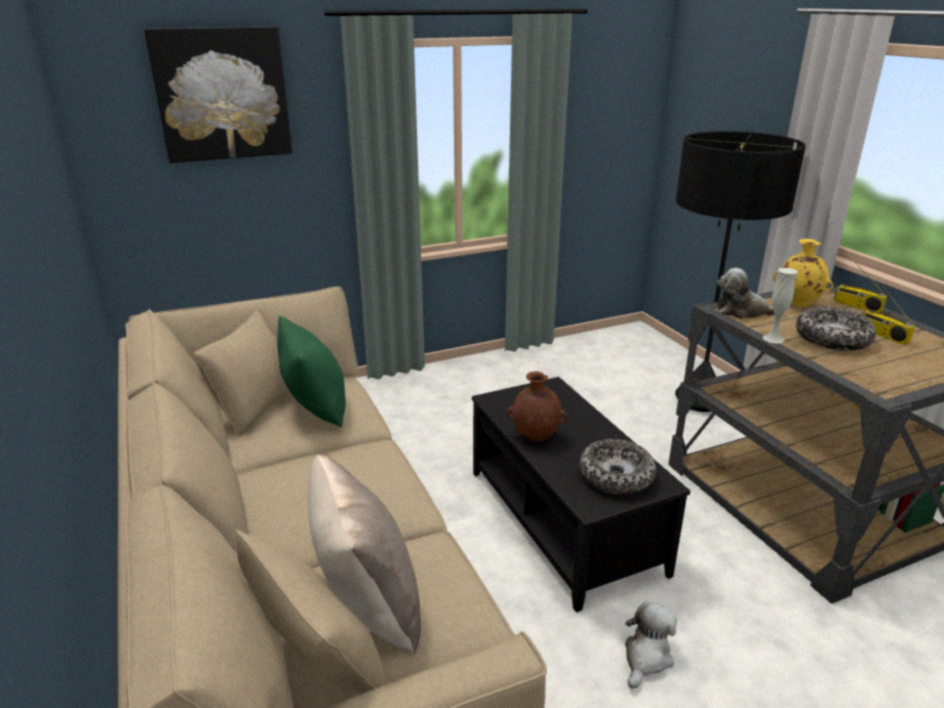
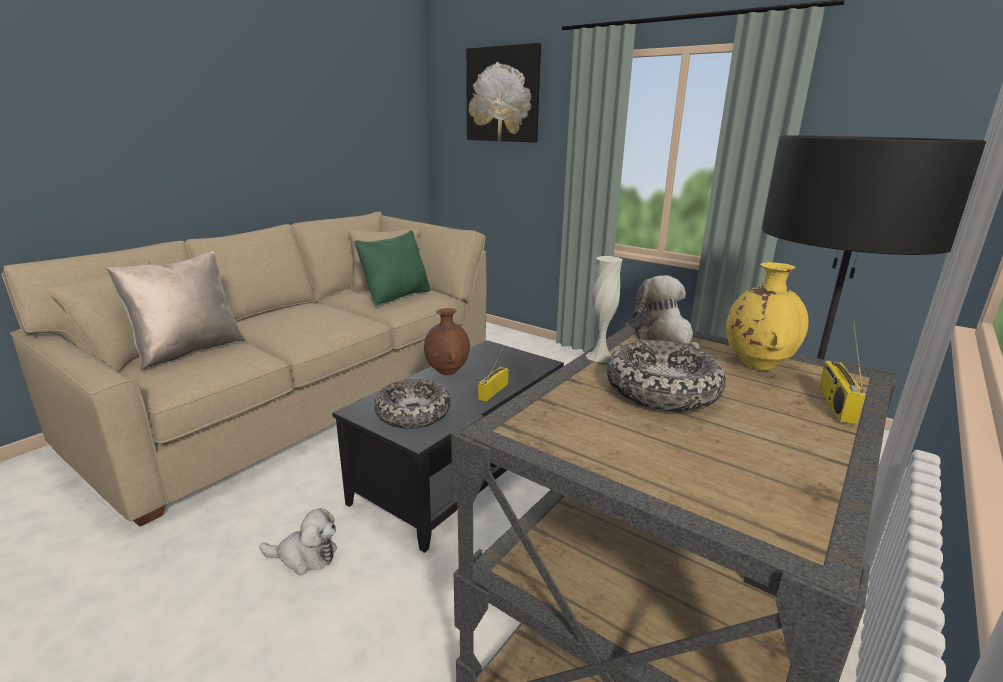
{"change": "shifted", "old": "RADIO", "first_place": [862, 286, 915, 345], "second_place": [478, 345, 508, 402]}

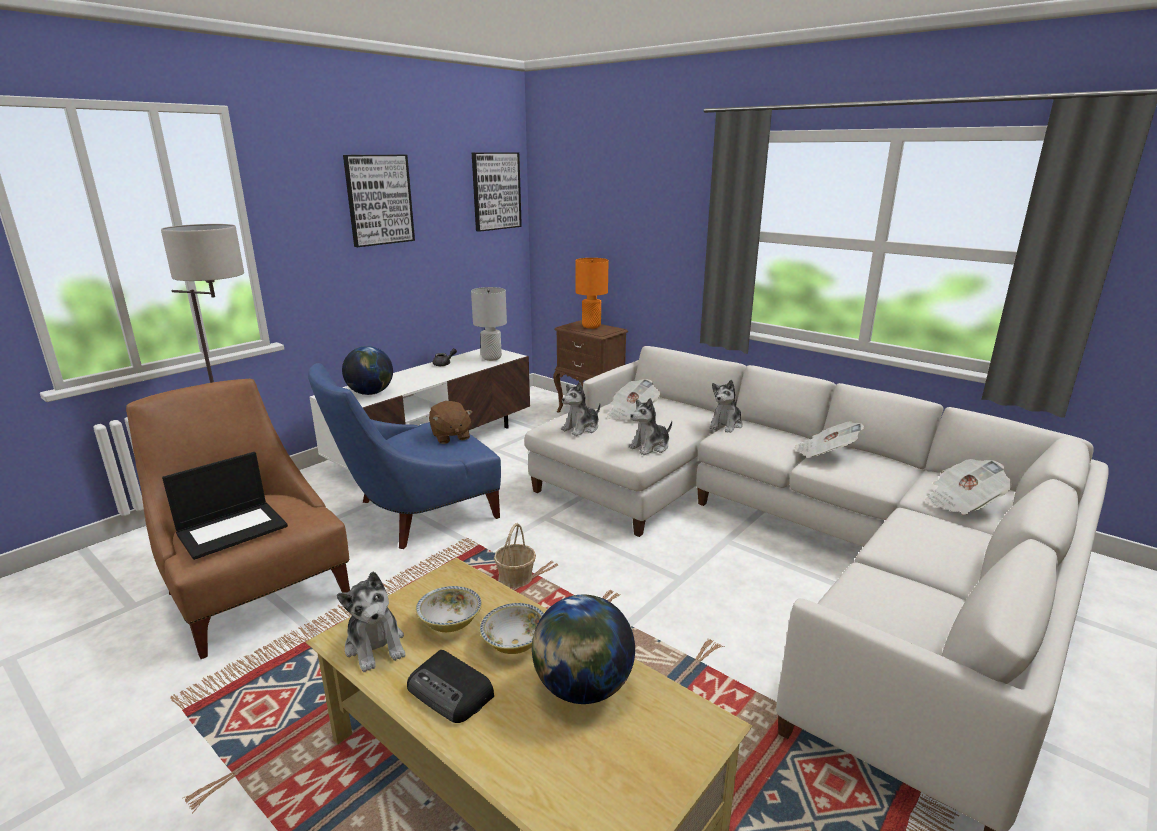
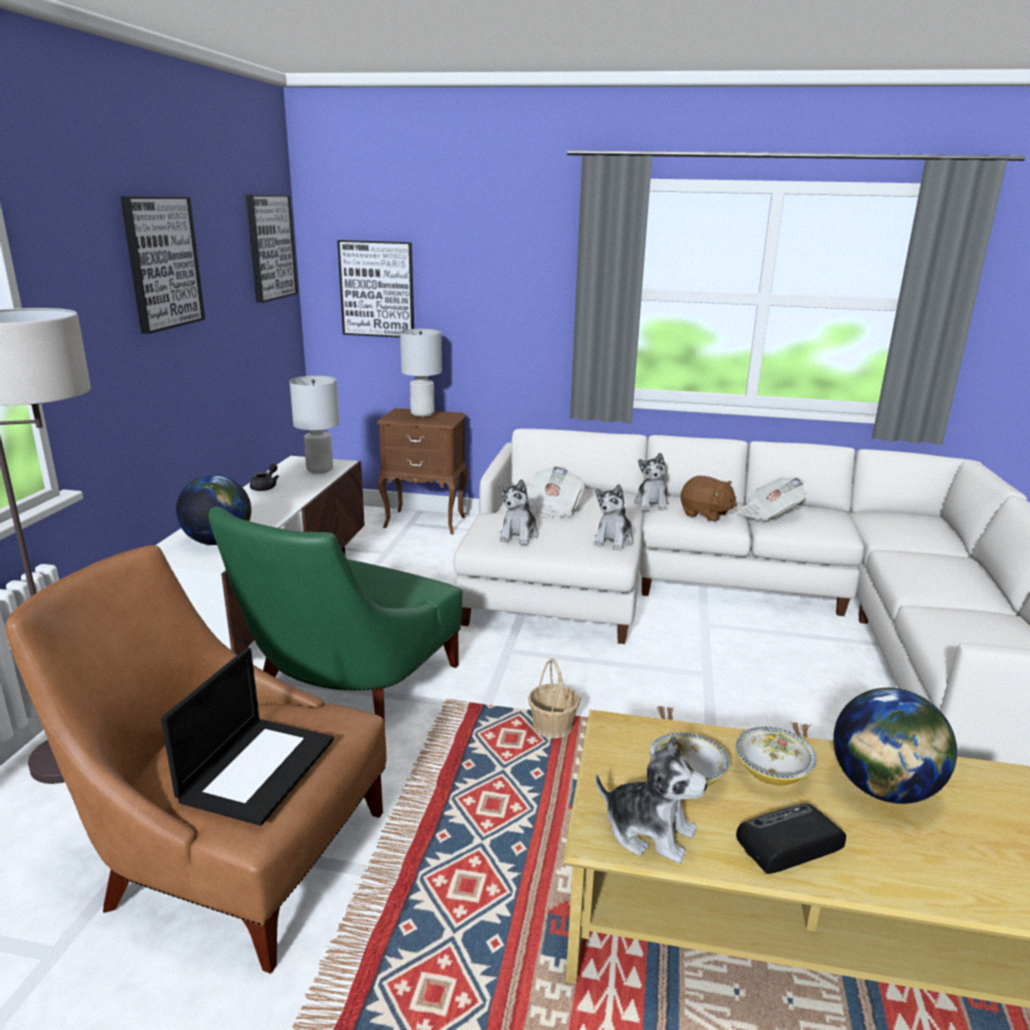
{"change": "repainted", "old": "BLUE ARMCHAIR", "new": "GREEN ARMCHAIR", "first_place": [308, 363, 501, 549], "second_place": [208, 506, 462, 724]}
{"change": "new", "new": "PICTURE", "second_place": [337, 240, 414, 338]}
{"change": "repainted", "old": "ORANGE TABLE LAMP", "new": "GREY TABLE LAMP", "first_place": [576, 258, 609, 329], "second_place": [400, 329, 442, 417]}
{"change": "shifted", "old": "BROWN PLUSH TOY", "first_place": [429, 401, 472, 444], "second_place": [680, 476, 737, 522]}
{"change": "rotated", "old": "RADIO", "first_place": [407, 650, 494, 723], "second_place": [736, 803, 846, 874], "degrees": 150}
{"change": "gone", "old": "NEWSPAPER", "first_place": [925, 459, 1012, 515]}

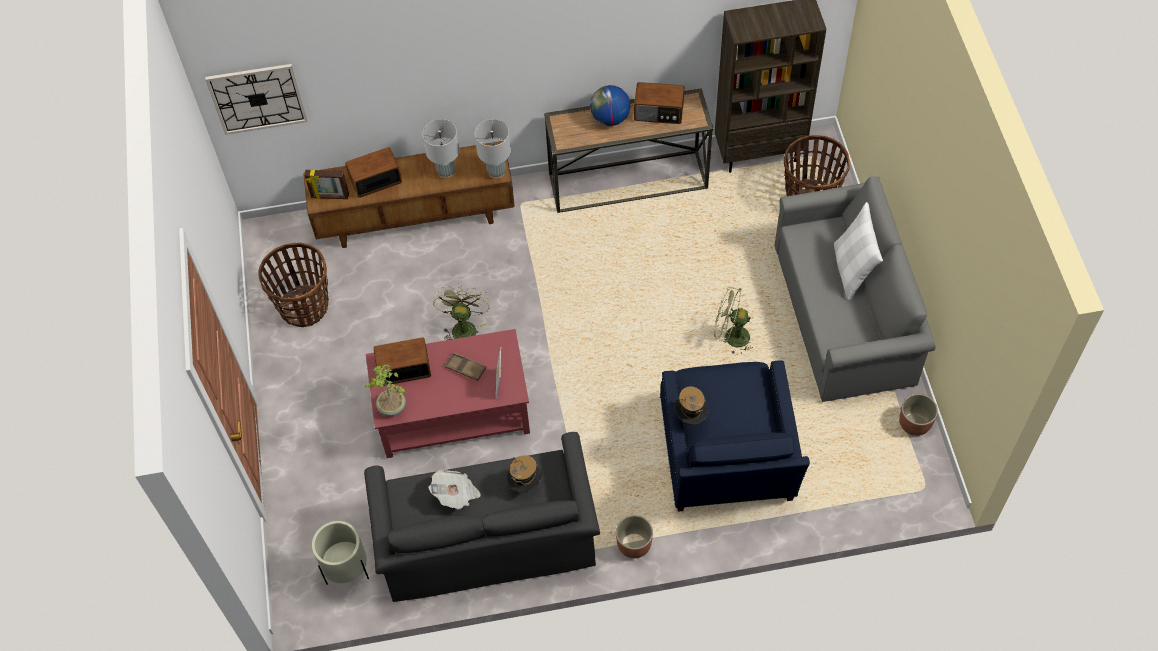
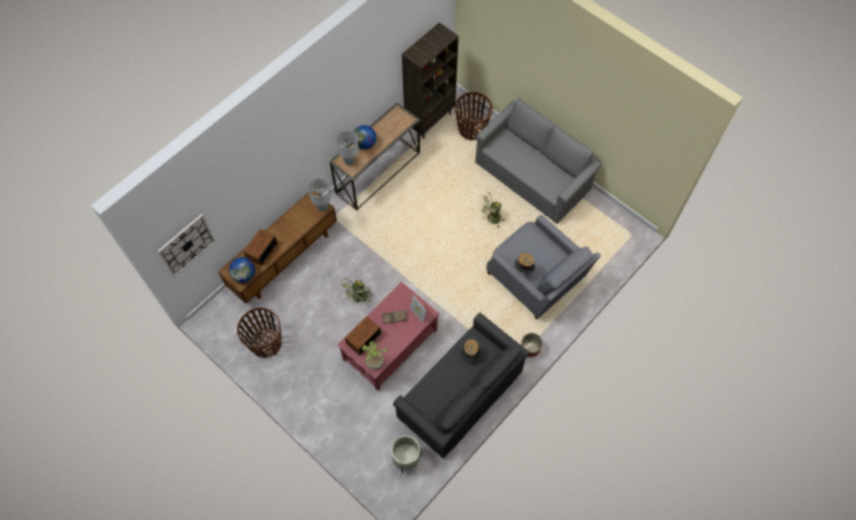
{"change": "swapped", "old": "PICTURE FRAME", "new": "GLOBE", "first_place": [304, 170, 349, 199], "second_place": [229, 257, 255, 283]}
{"change": "shifted", "old": "GREY TABLE LAMP", "first_place": [422, 119, 460, 179], "second_place": [336, 131, 359, 166]}
{"change": "rotated", "old": "GREEN FAN", "first_place": [433, 285, 489, 340], "second_place": [339, 278, 372, 306], "degrees": -120}
{"change": "repainted", "old": "BLUE ARMCHAIR", "new": "GREY ARMCHAIR", "first_place": [660, 360, 810, 512], "second_place": [486, 215, 601, 320]}
{"change": "gone", "old": "NEWSPAPER", "first_place": [428, 470, 481, 509]}
{"change": "gone", "old": "RADIO", "first_place": [634, 82, 684, 124]}
{"change": "gone", "old": "WHITE PILLOW", "first_place": [834, 202, 883, 300]}
{"change": "gone", "old": "PLANTER", "first_place": [899, 394, 938, 436]}

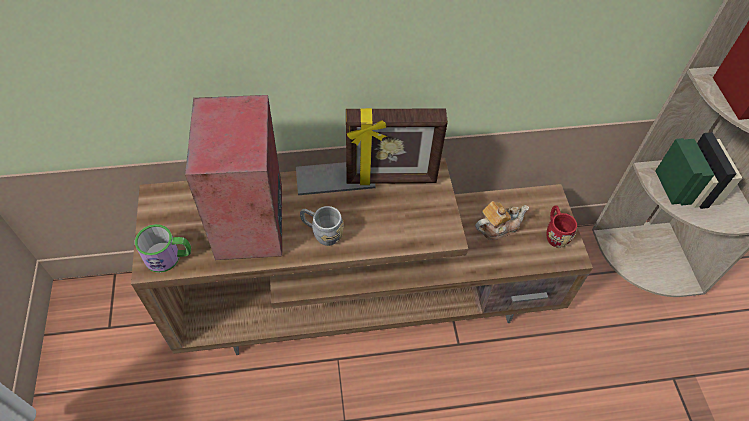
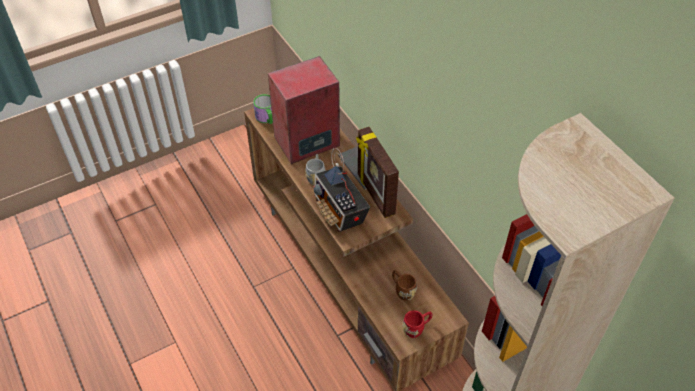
{"change": "new", "new": "RADIO", "second_place": [313, 148, 370, 232]}
{"change": "swapped", "old": "TEAPOT", "new": "BROWN MUG", "first_place": [475, 201, 529, 240], "second_place": [392, 270, 417, 301]}

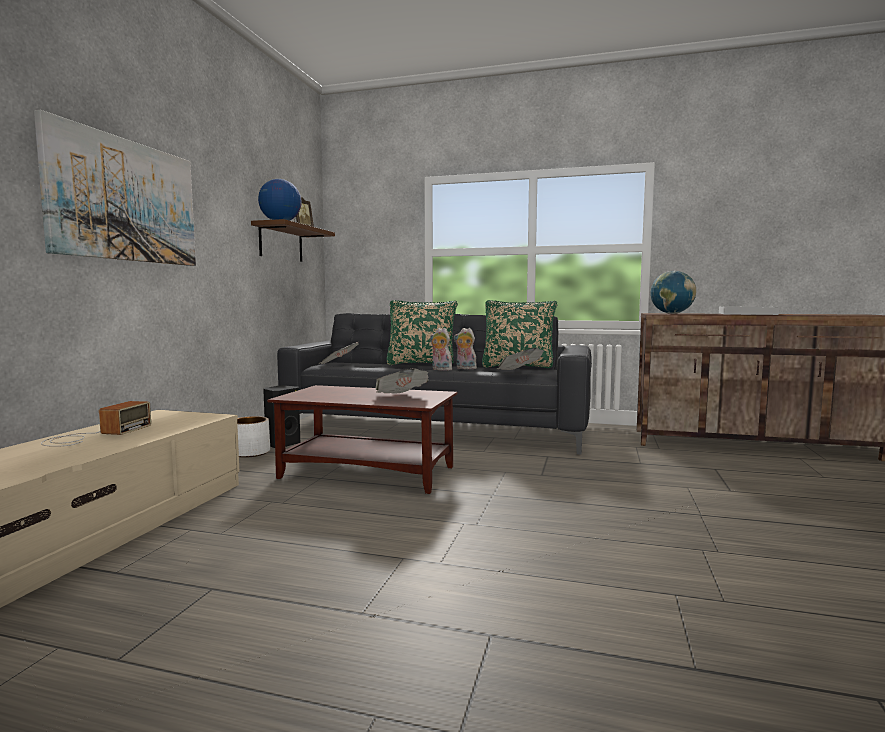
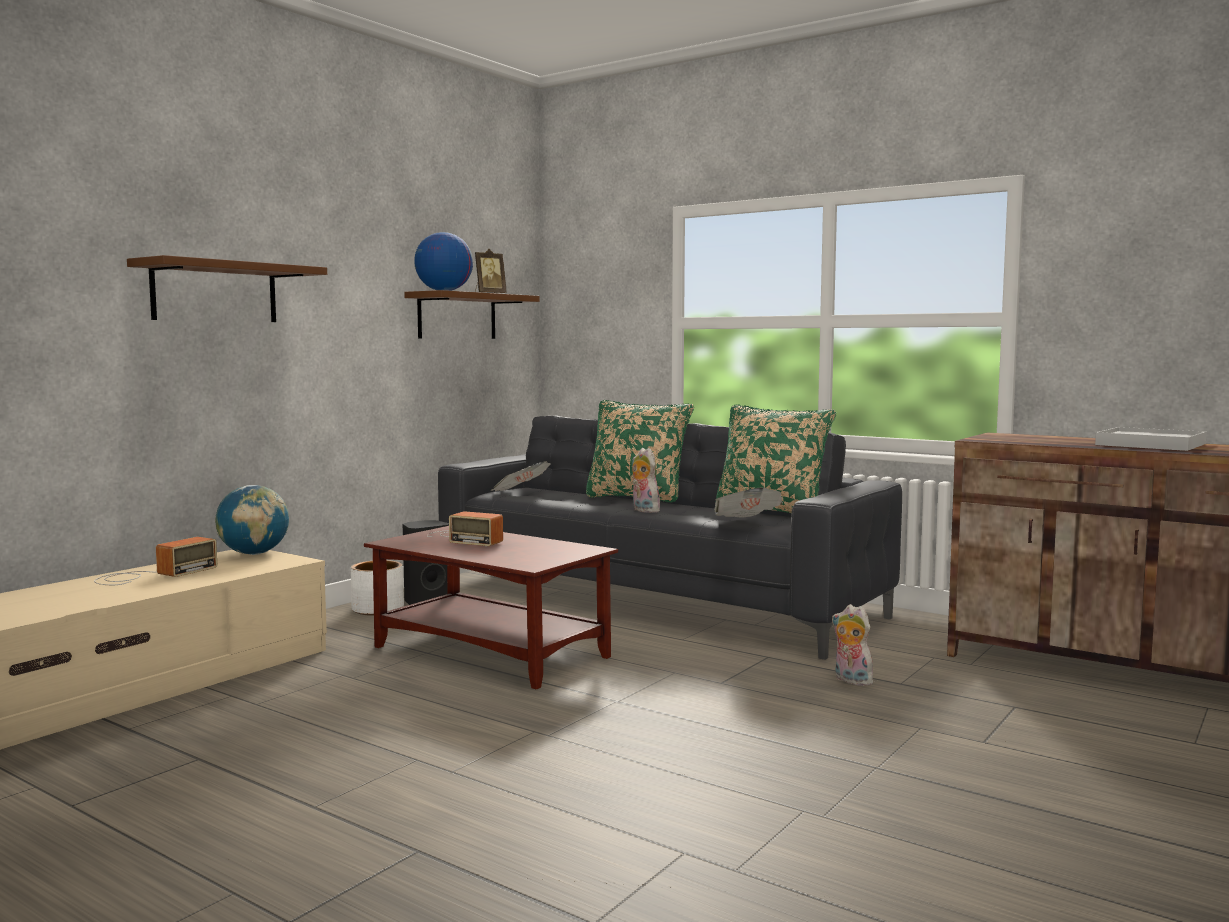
{"change": "swapped", "old": "PICTURE", "new": "BROWN SHELF", "first_place": [34, 110, 196, 266], "second_place": [127, 255, 327, 322]}
{"change": "shifted", "old": "GLOBE", "first_place": [650, 271, 696, 314], "second_place": [215, 485, 289, 555]}
{"change": "new", "new": "RADIO", "second_place": [427, 511, 503, 546]}
{"change": "shifted", "old": "PLUSH TOY", "first_place": [454, 328, 477, 369], "second_place": [832, 604, 877, 686]}
{"change": "gone", "old": "NEWSPAPER", "first_place": [375, 368, 429, 394]}

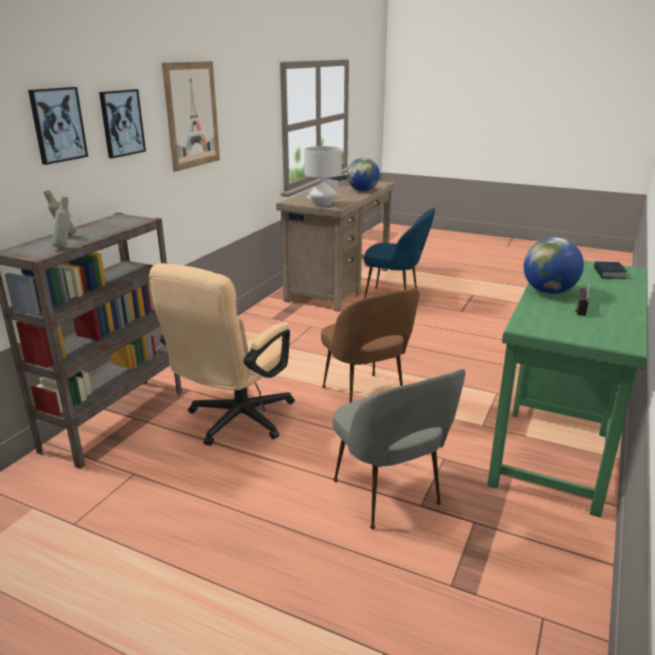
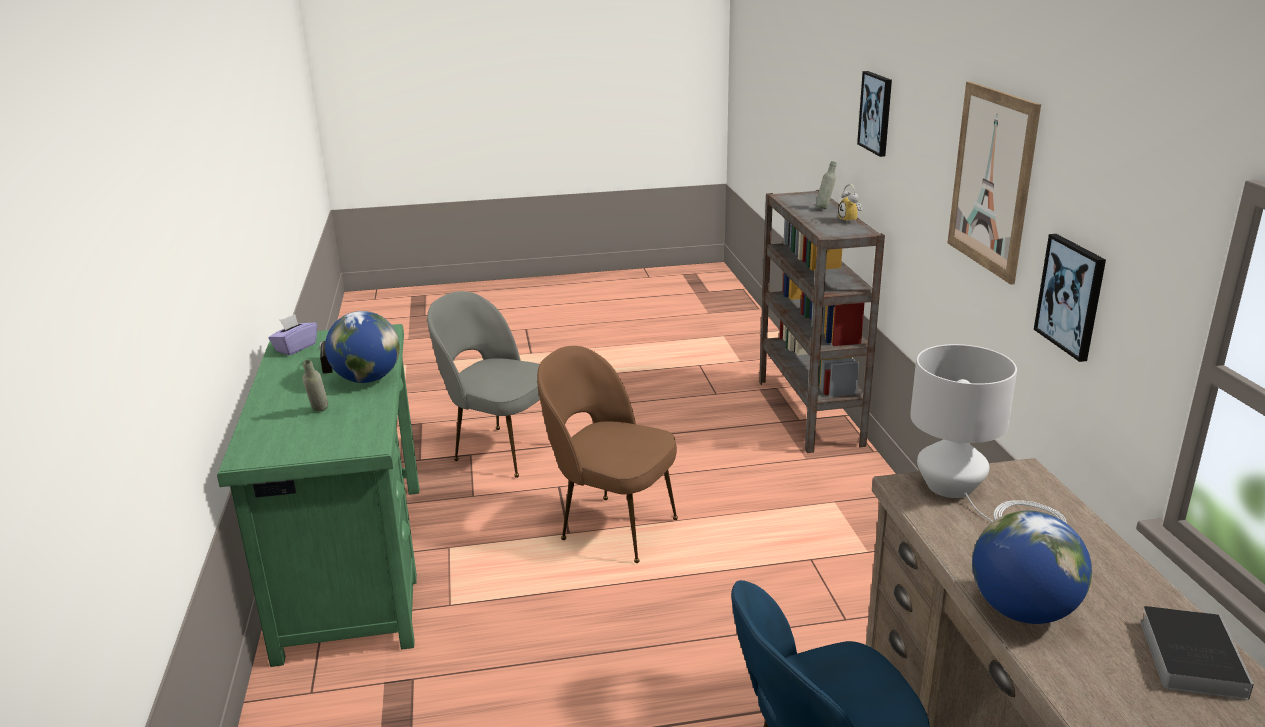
{"change": "new", "new": "PURPLE TISSUE BOX", "second_place": [268, 314, 317, 355]}
{"change": "shifted", "old": "GREY BOTTLE", "first_place": [52, 197, 70, 248], "second_place": [303, 359, 328, 412]}
{"change": "new", "new": "ALARM CLOCK", "second_place": [838, 184, 862, 222]}
{"change": "shifted", "old": "PICTURE", "first_place": [99, 89, 146, 158], "second_place": [1034, 234, 1106, 362]}
{"change": "gone", "old": "BEIGE OFFICE CHAIR", "first_place": [149, 263, 295, 446]}
{"change": "gone", "old": "BOOK", "first_place": [594, 261, 627, 279]}

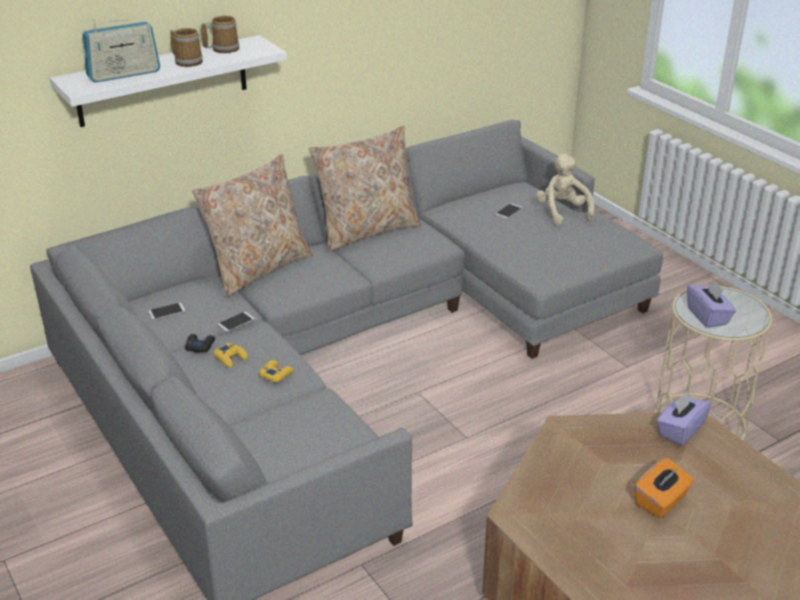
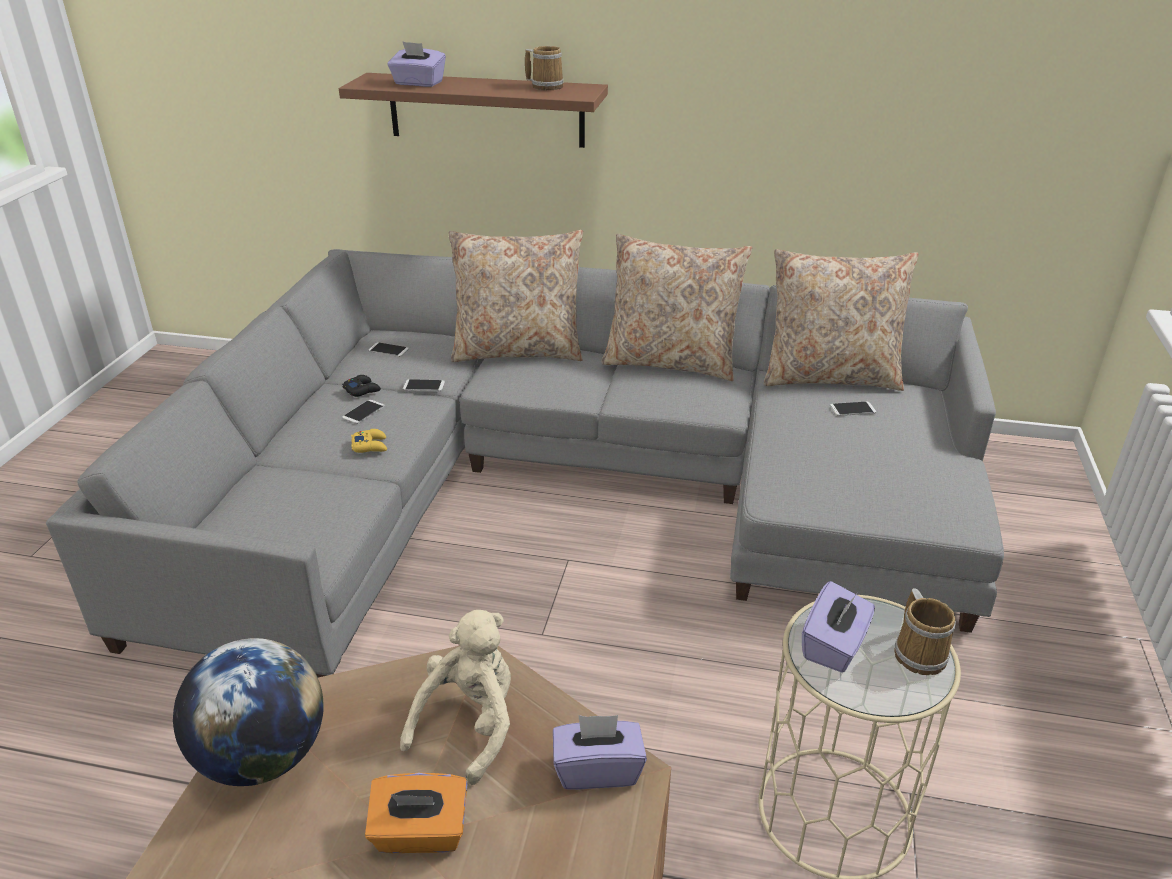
{"change": "new", "new": "GLOBE", "second_place": [173, 638, 324, 786]}
{"change": "repainted", "old": "WHITE SHELF", "new": "BROWN SHELF", "first_place": [50, 35, 287, 127], "second_place": [339, 73, 608, 148]}
{"change": "swapped", "old": "YELLOW GAME CONTROLLER", "new": "PHONE", "first_place": [214, 343, 248, 368], "second_place": [342, 400, 385, 424]}
{"change": "swapped", "old": "RADIO", "new": "PURPLE TISSUE BOX", "first_place": [82, 19, 161, 83], "second_place": [387, 41, 446, 87]}
{"change": "shifted", "old": "BEIGE PLUSH TOY", "first_place": [536, 154, 594, 226], "second_place": [400, 610, 511, 785]}
{"change": "new", "new": "BEIGE PILLOW", "second_place": [764, 249, 918, 391]}
{"change": "shifted", "old": "MUG", "first_place": [170, 28, 203, 67], "second_place": [895, 588, 956, 675]}

